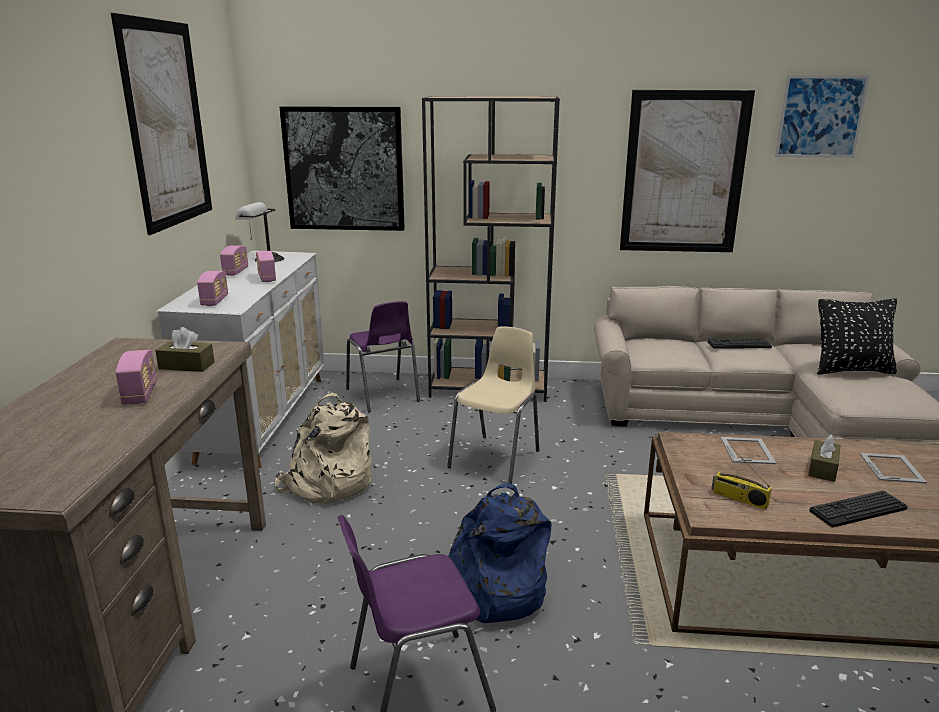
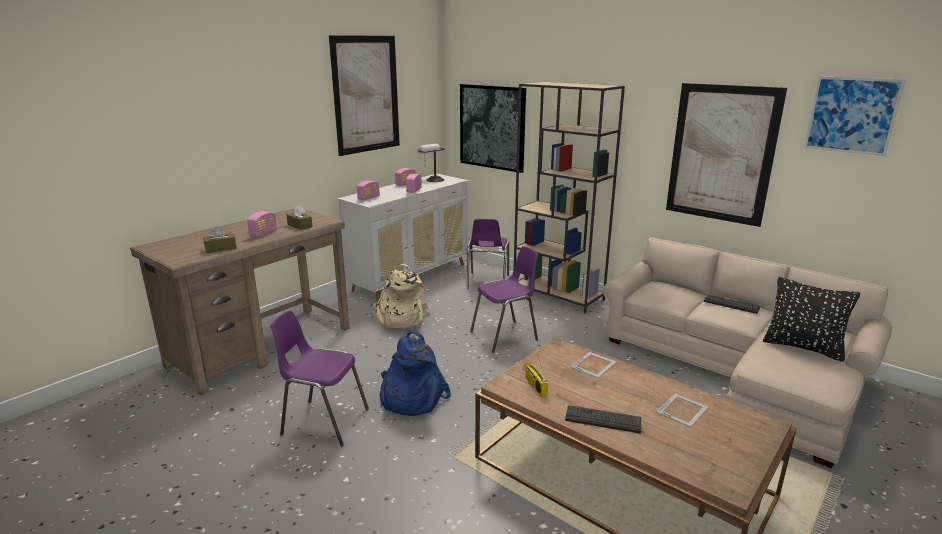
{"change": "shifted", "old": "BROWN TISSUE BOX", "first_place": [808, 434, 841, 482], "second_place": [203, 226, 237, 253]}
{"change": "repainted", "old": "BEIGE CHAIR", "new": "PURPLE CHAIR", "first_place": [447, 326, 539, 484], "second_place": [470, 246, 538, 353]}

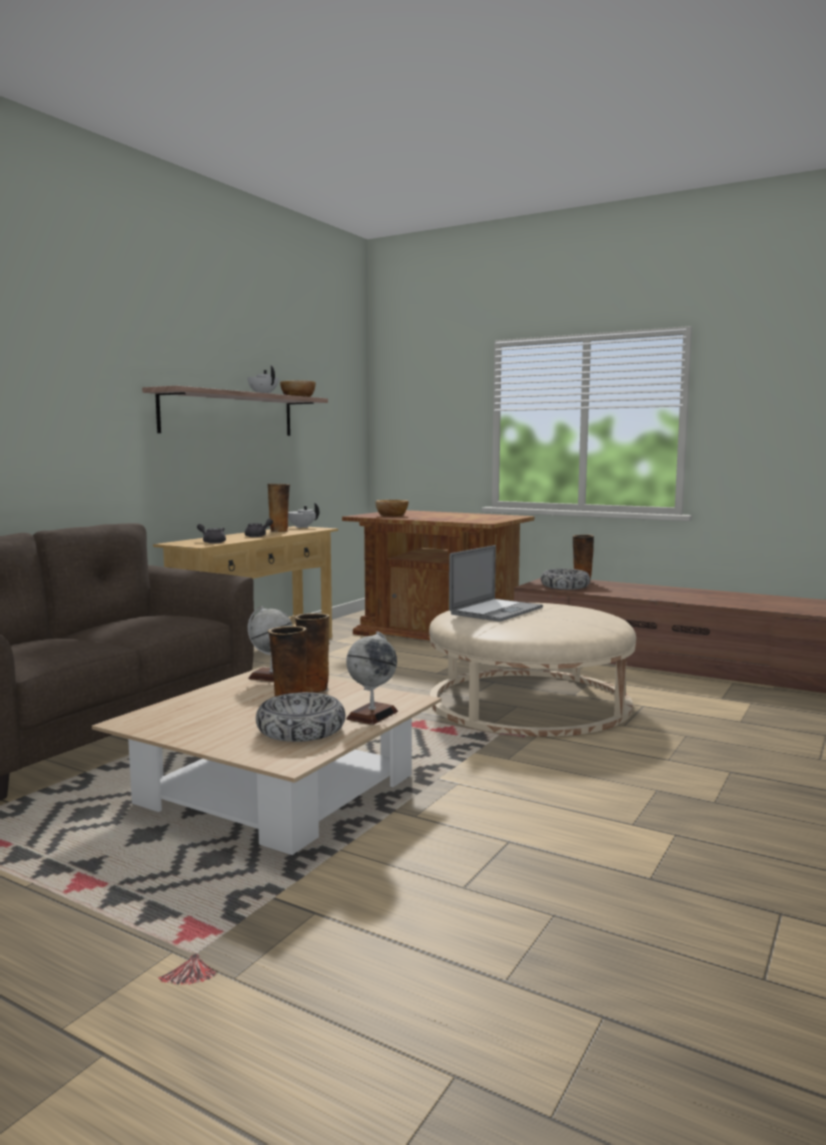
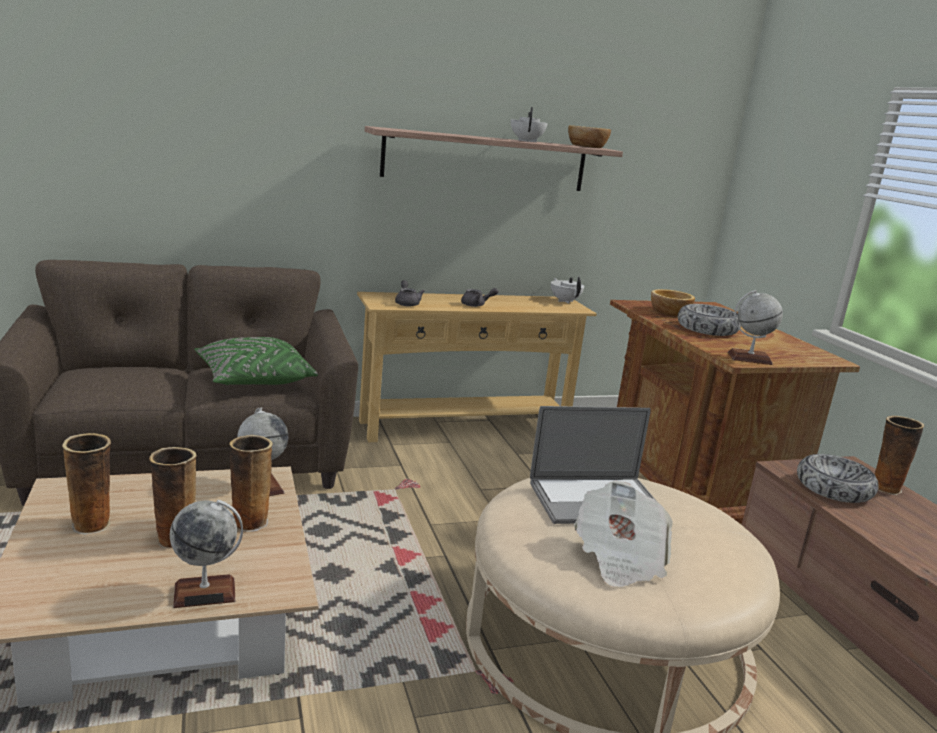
{"change": "shifted", "old": "VASE", "first_place": [268, 484, 290, 532], "second_place": [62, 433, 111, 535]}
{"change": "new", "new": "GREEN PILLOW", "second_place": [194, 337, 318, 385]}
{"change": "new", "new": "NEWSPAPER", "second_place": [574, 481, 673, 587]}
{"change": "shifted", "old": "BOWL", "first_place": [256, 692, 346, 742], "second_place": [678, 304, 741, 336]}
{"change": "new", "new": "GLOBE", "second_place": [728, 290, 783, 365]}

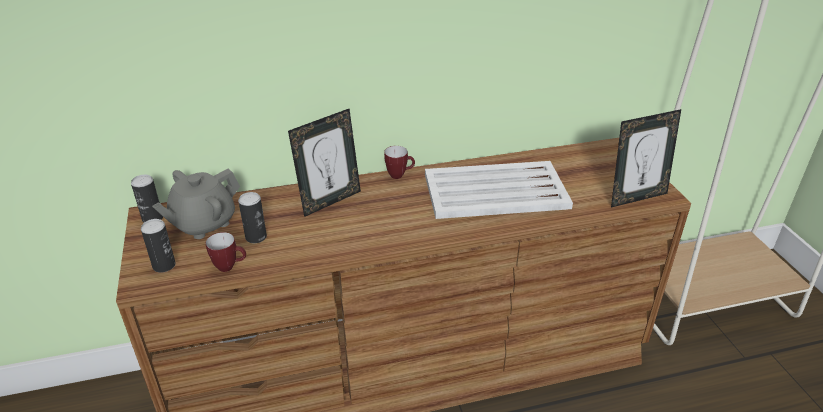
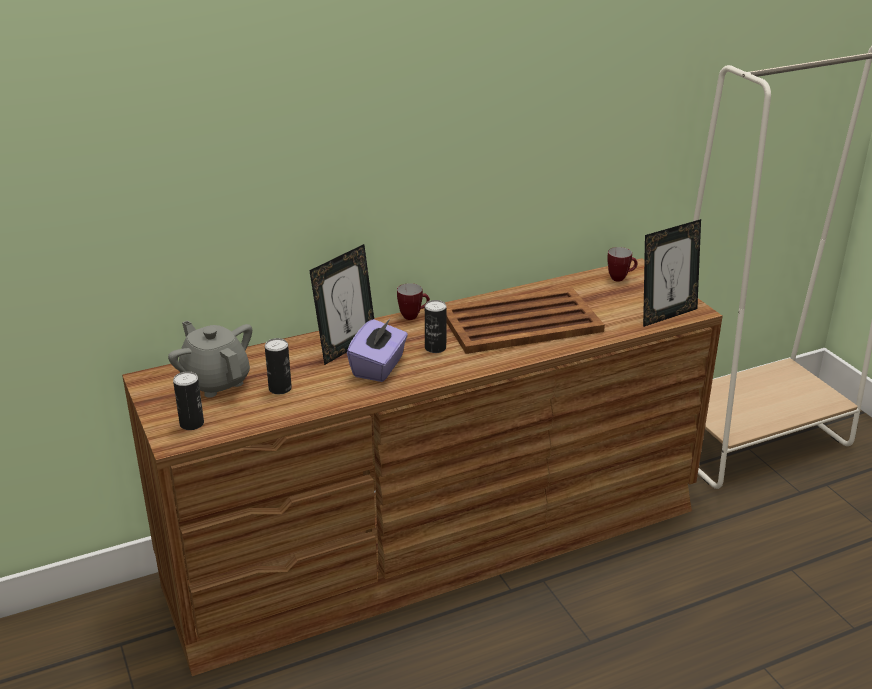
{"change": "rotated", "old": "GREY TEAPOT", "first_place": [152, 169, 240, 239], "second_place": [168, 320, 252, 398], "degrees": 105}
{"change": "new", "new": "PURPLE TISSUE BOX", "second_place": [347, 319, 408, 382]}
{"change": "shifted", "old": "CAN", "first_place": [131, 175, 163, 223], "second_place": [425, 300, 447, 353]}
{"change": "repainted", "old": "WHITE TRAY", "new": "BROWN TRAY", "first_place": [425, 161, 573, 219], "second_place": [446, 287, 605, 354]}
{"change": "shifted", "old": "MUG", "first_place": [206, 232, 246, 272], "second_place": [607, 247, 638, 282]}

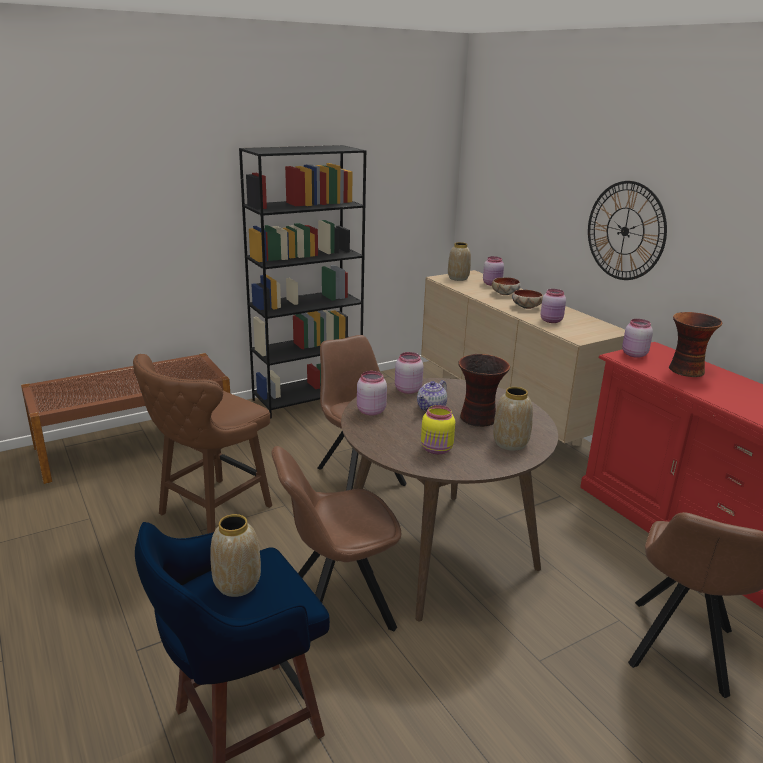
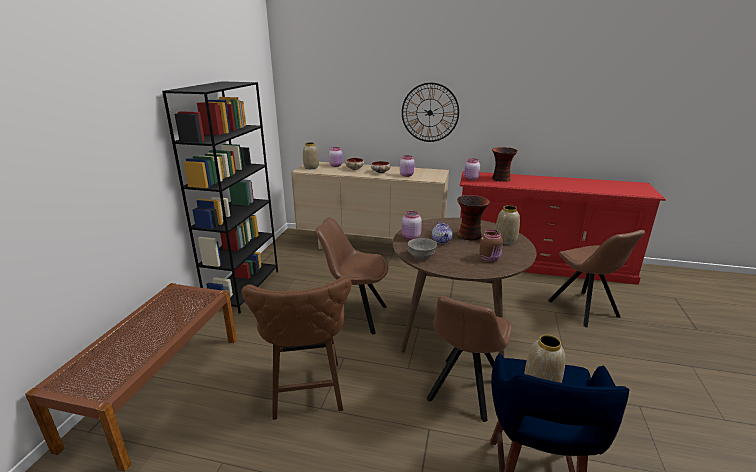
{"change": "swapped", "old": "PINK JAR", "new": "GREY BOWL", "first_place": [357, 371, 387, 416], "second_place": [408, 238, 437, 258]}
{"change": "repainted", "old": "YELLOW JAR", "new": "BROWN JAR", "first_place": [421, 405, 455, 455], "second_place": [479, 230, 503, 262]}

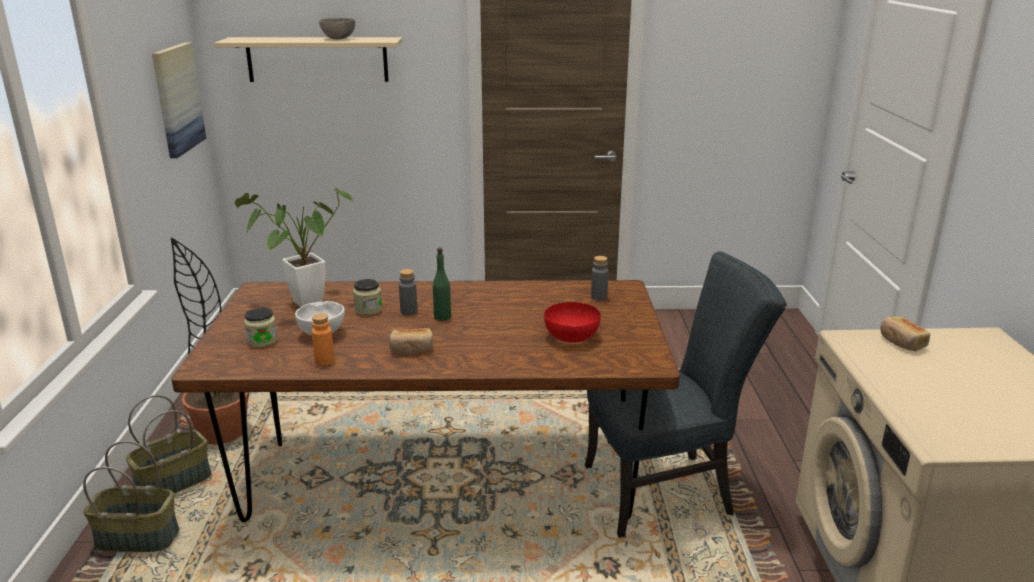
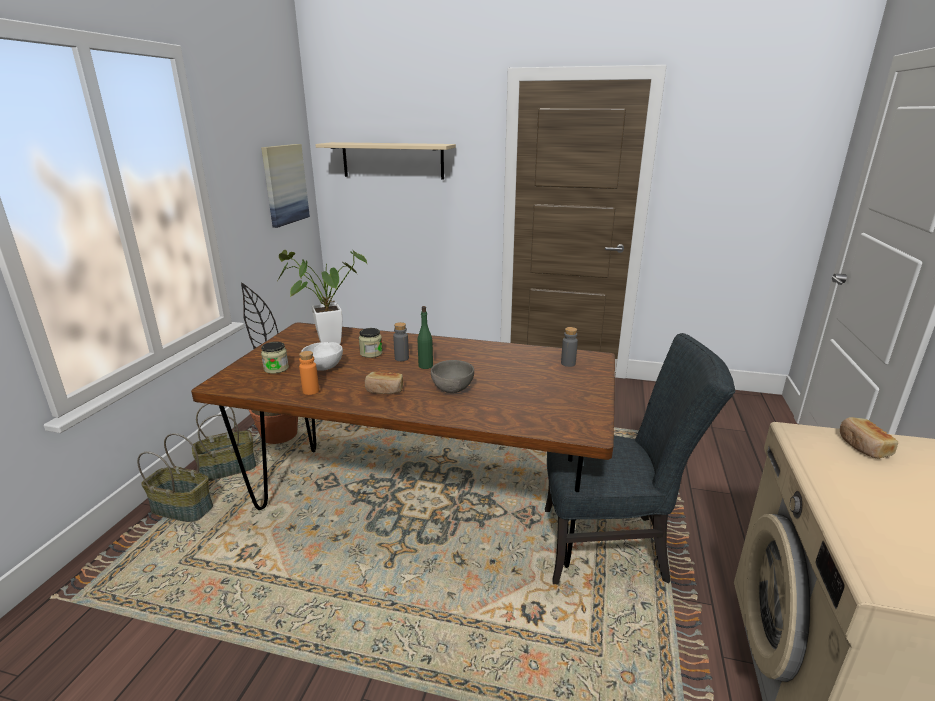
{"change": "shifted", "old": "GREY BOWL", "first_place": [319, 18, 355, 39], "second_place": [431, 360, 474, 393]}
{"change": "gone", "old": "RED BOWL", "first_place": [544, 302, 601, 343]}

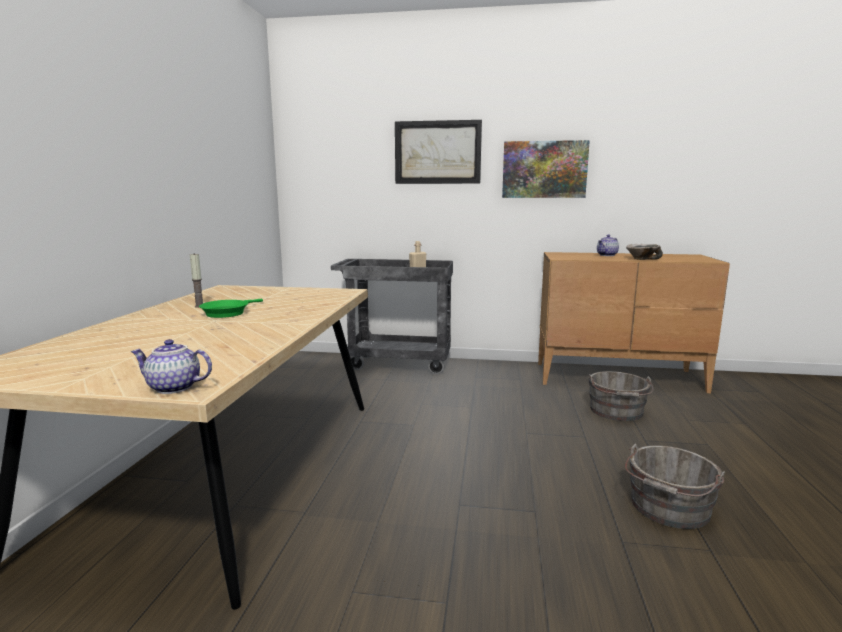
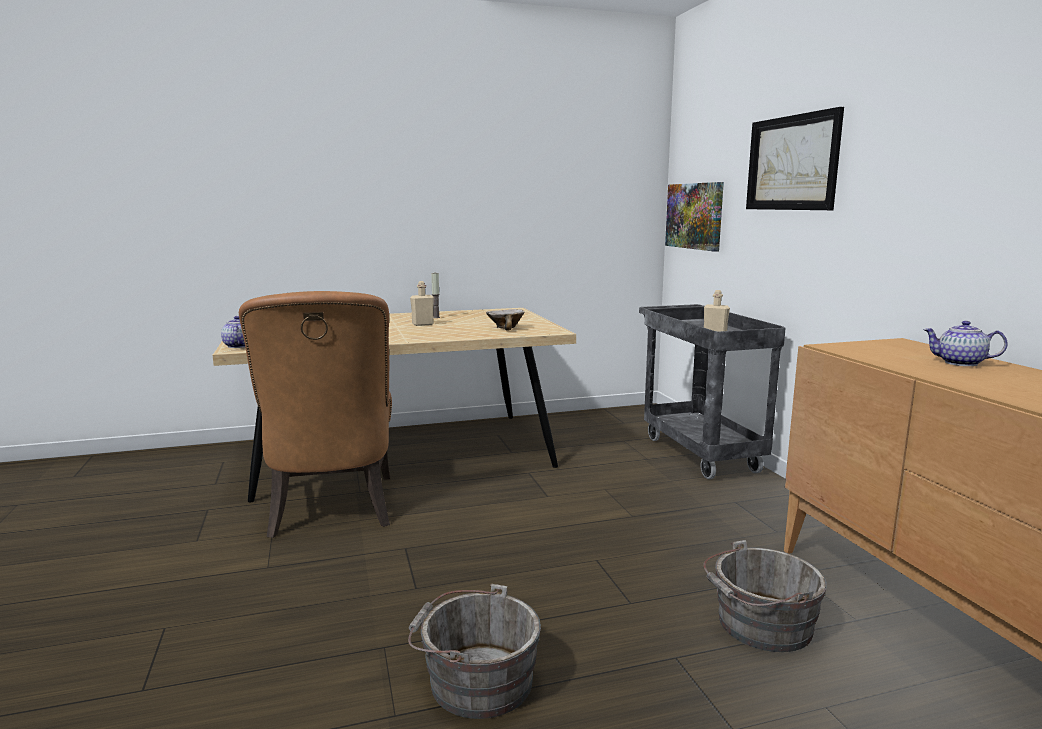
{"change": "new", "new": "BROWN CHAIR", "second_place": [239, 291, 392, 538]}
{"change": "swapped", "old": "GREEN FRYING PAN", "new": "BEIGE BOTTLE", "first_place": [199, 299, 263, 318], "second_place": [410, 281, 434, 326]}
{"change": "shifted", "old": "BOWL", "first_place": [626, 244, 663, 260], "second_place": [486, 309, 524, 331]}
{"change": "shifted", "old": "PICTURE", "first_place": [502, 140, 590, 198], "second_place": [665, 182, 724, 252]}

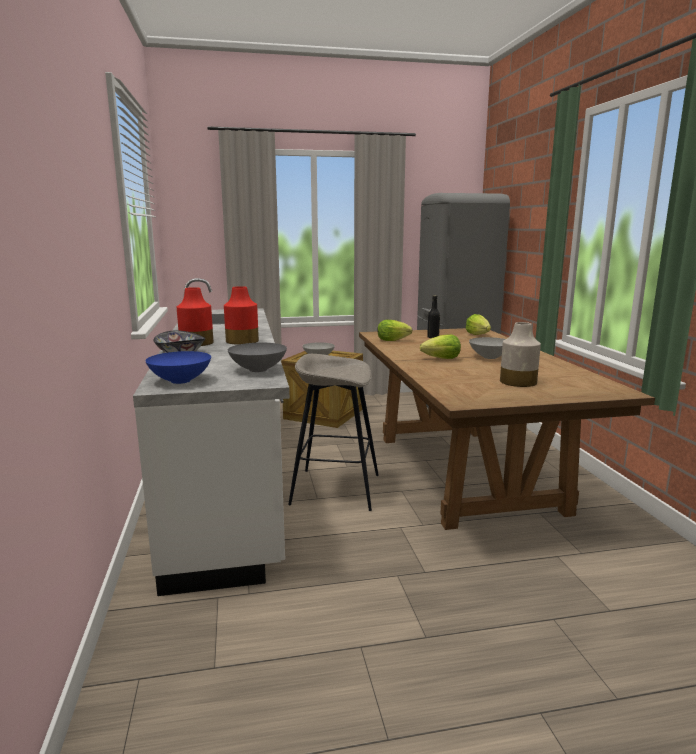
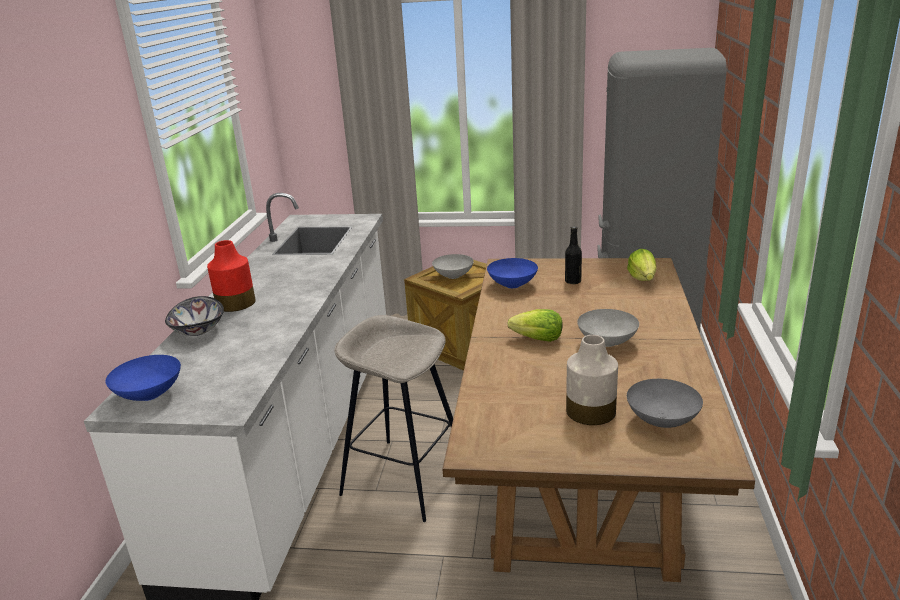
{"change": "swapped", "old": "LETTUCE", "new": "BLUE BOWL", "first_place": [377, 320, 412, 341], "second_place": [487, 258, 538, 288]}
{"change": "shifted", "old": "GREY BOWL", "first_place": [228, 343, 287, 372], "second_place": [627, 379, 703, 428]}
{"change": "gone", "old": "RED VASE", "first_place": [224, 286, 259, 345]}

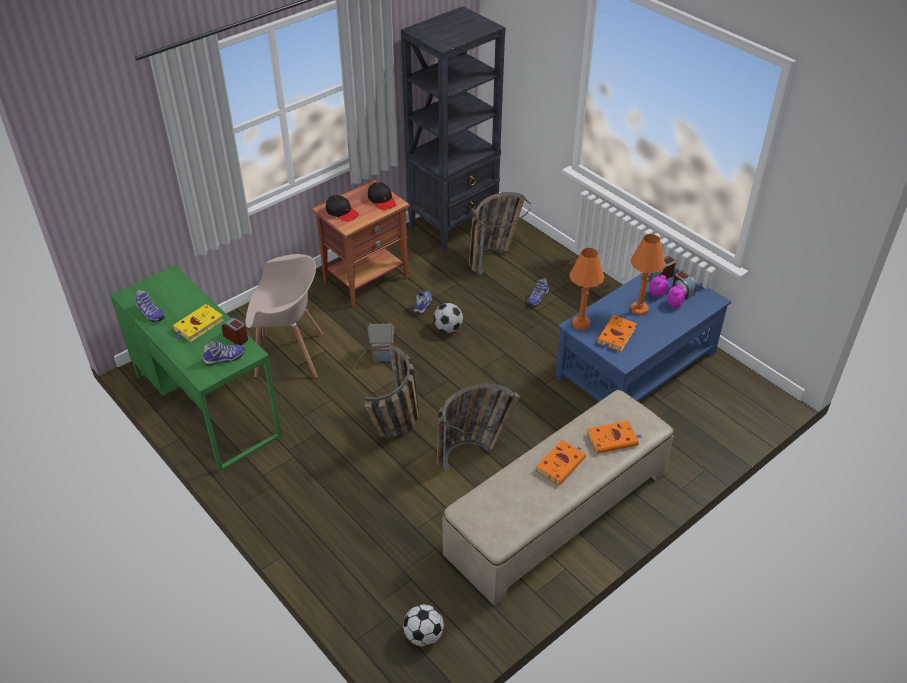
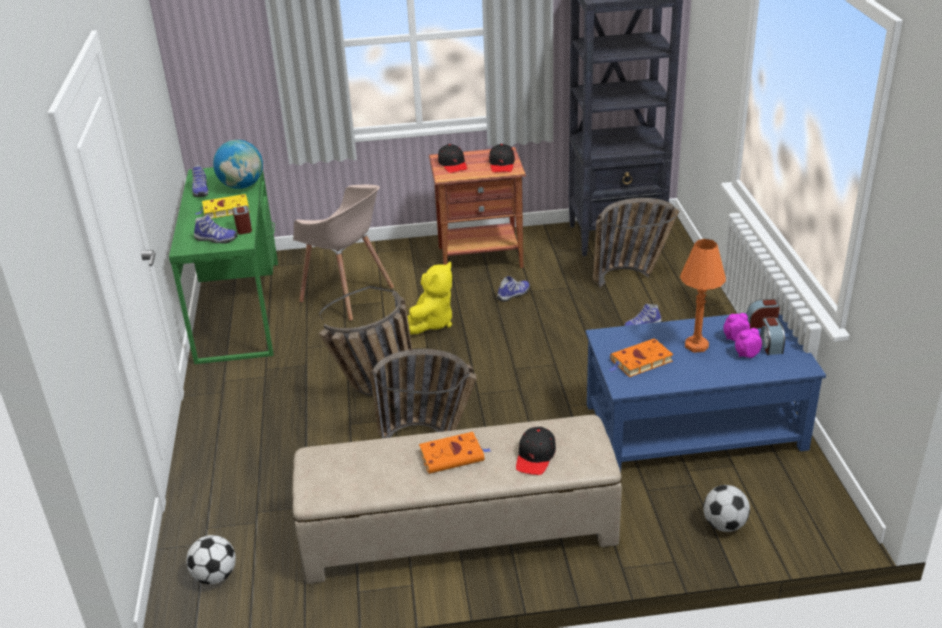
{"change": "new", "new": "GLOBE", "second_place": [213, 140, 263, 189]}
{"change": "swapped", "old": "TOY HOUSE", "new": "YELLOW PLUSH TOY", "first_place": [367, 322, 395, 362], "second_place": [407, 262, 452, 334]}
{"change": "swapped", "old": "ORANGE BOOK", "new": "BLACK CAP", "first_place": [587, 421, 642, 454], "second_place": [516, 427, 556, 475]}
{"change": "shifted", "old": "FOOTBALL", "first_place": [434, 303, 463, 333], "second_place": [703, 485, 750, 532]}
{"change": "gone", "old": "ORANGE TABLE LAMP", "first_place": [570, 248, 605, 330]}

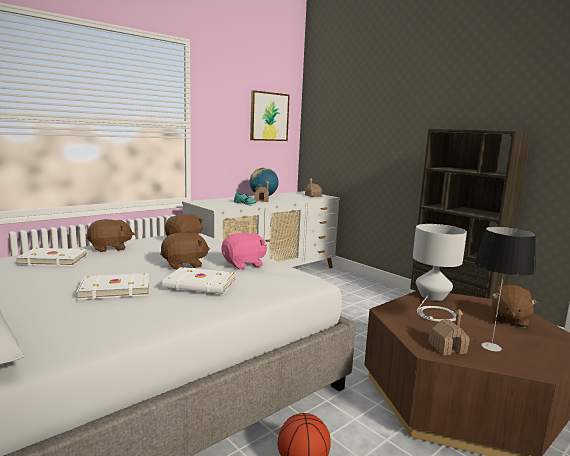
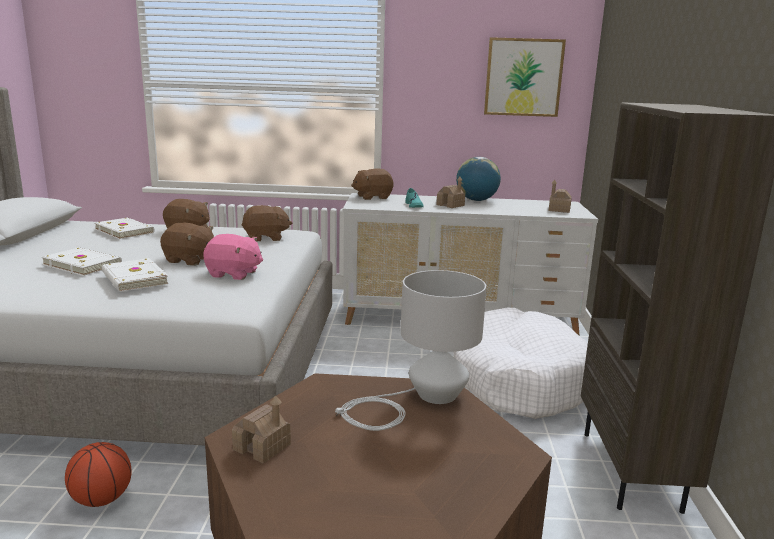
{"change": "shifted", "old": "BROWN PLUSH TOY", "first_place": [492, 285, 538, 328], "second_place": [351, 169, 394, 200]}
{"change": "new", "new": "WHITE DOG BED", "second_place": [454, 308, 588, 419]}
{"change": "gone", "old": "TABLE LAMP", "first_place": [475, 226, 536, 352]}

